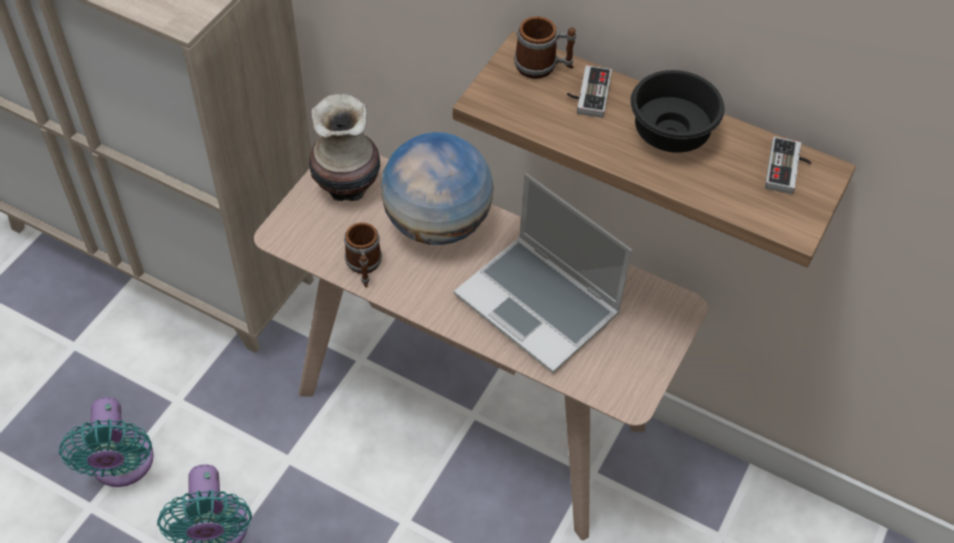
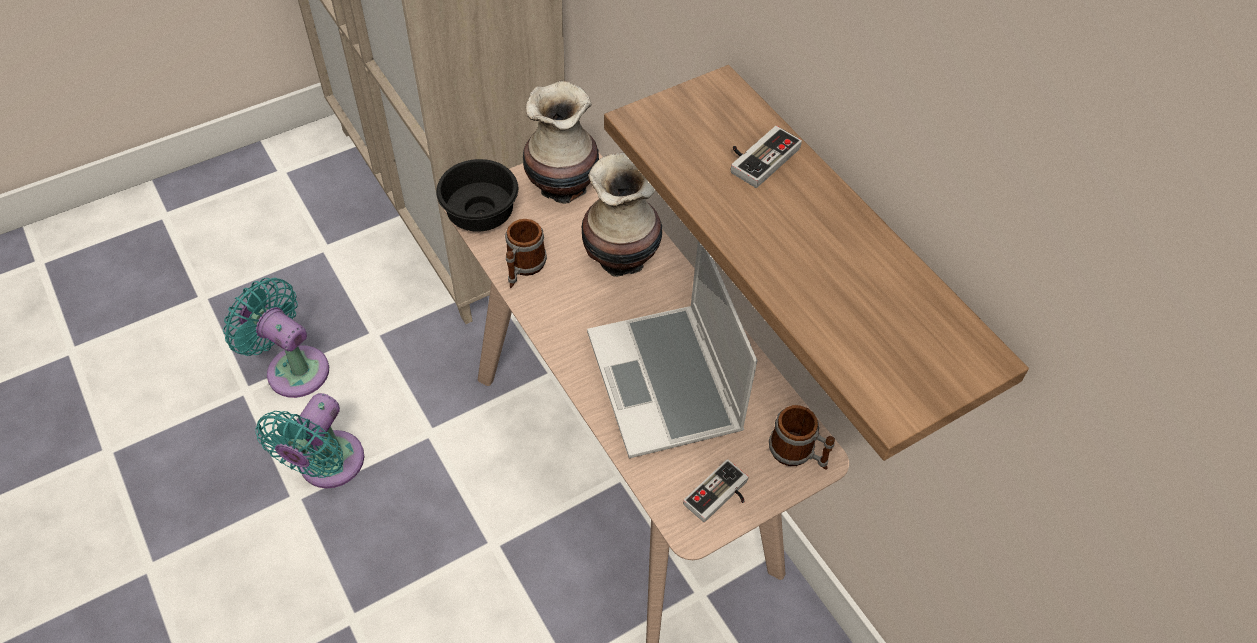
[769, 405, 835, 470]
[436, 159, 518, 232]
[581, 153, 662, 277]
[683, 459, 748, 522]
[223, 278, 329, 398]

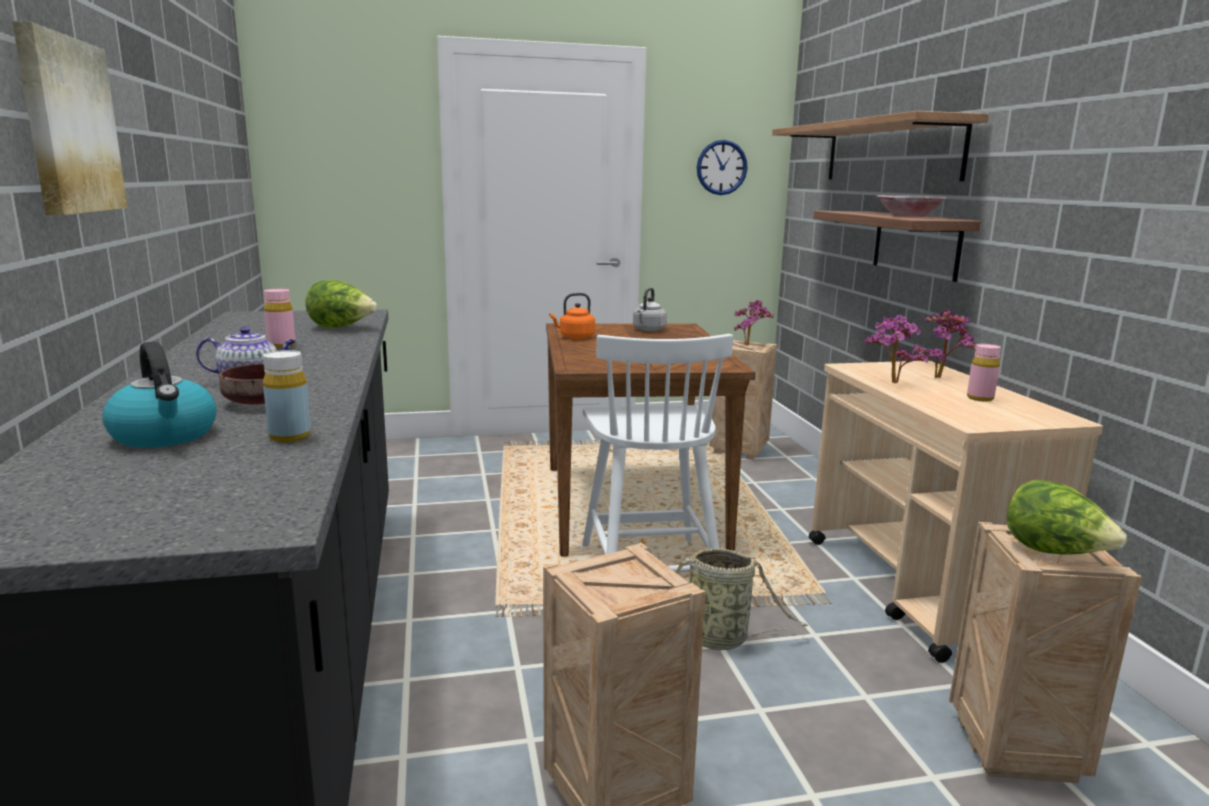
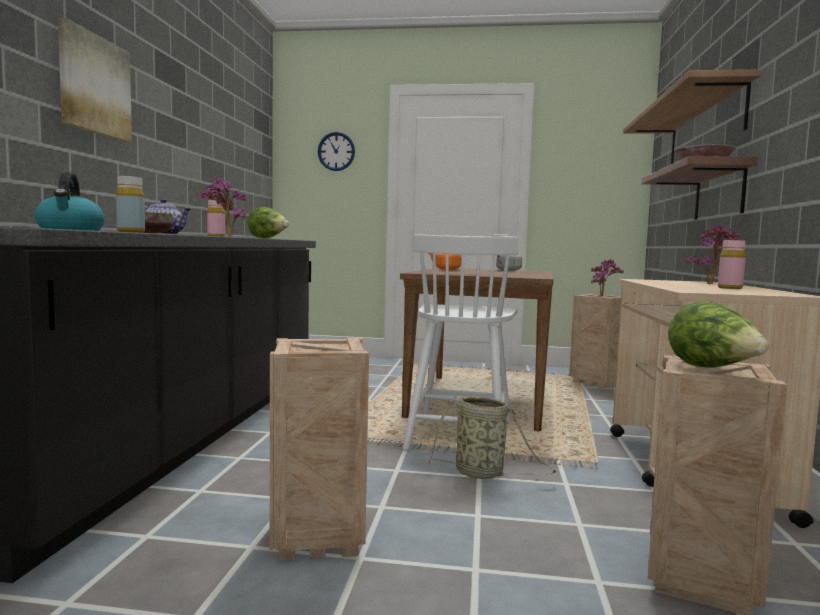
[318, 132, 355, 171]
[198, 178, 247, 237]

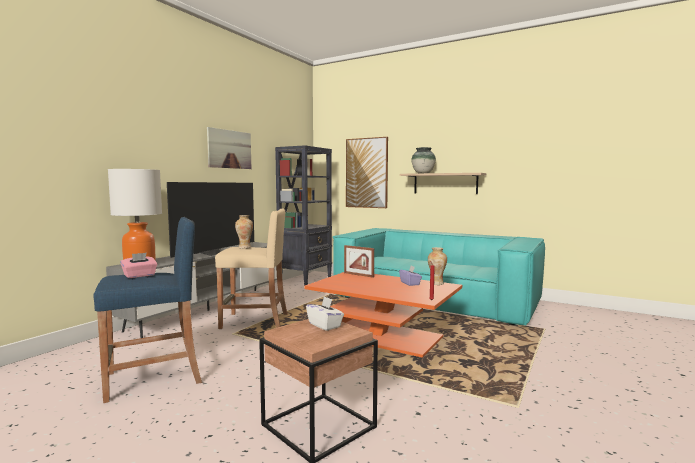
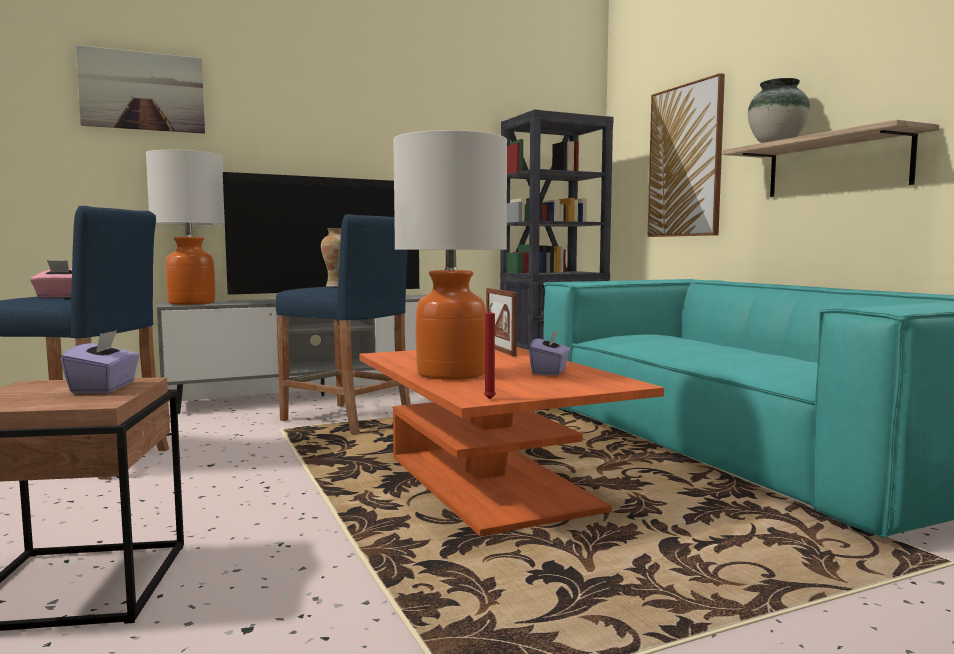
[76, 45, 205, 134]
[276, 214, 411, 435]
[428, 247, 447, 285] (first image)
[60, 330, 140, 393]
[393, 130, 507, 380]

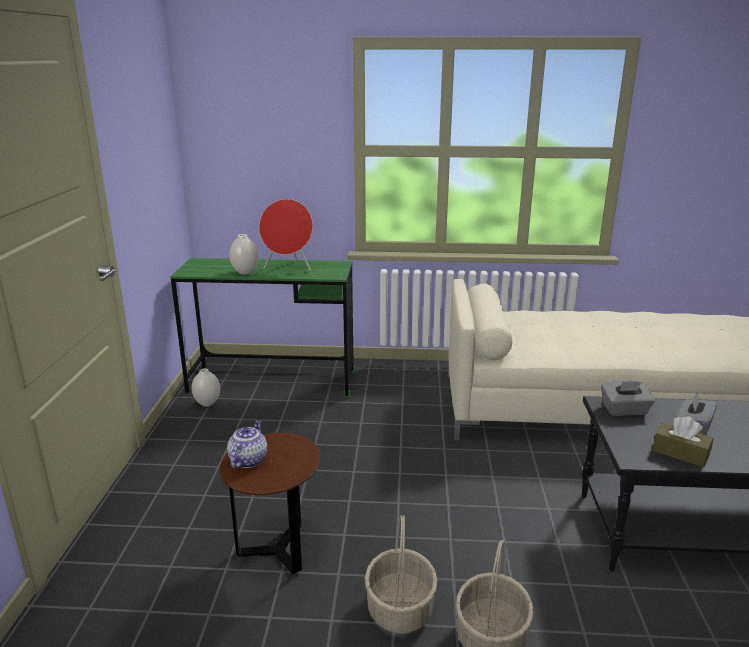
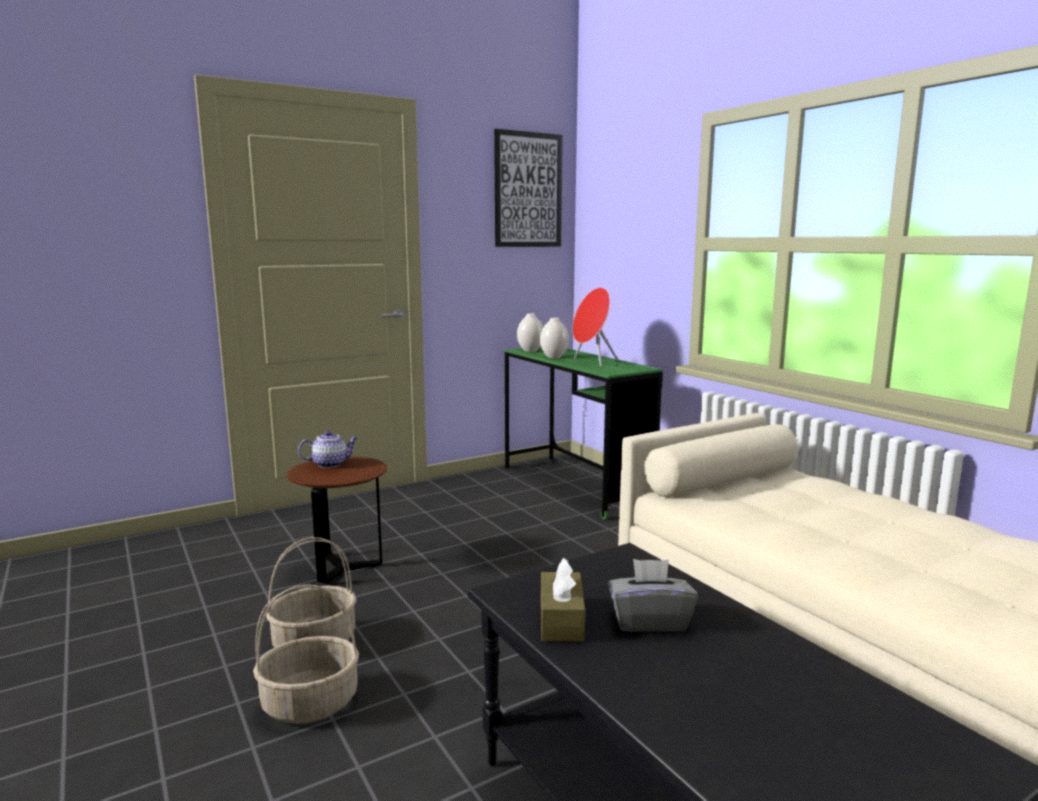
[517, 313, 543, 352]
[601, 380, 655, 416] (first image)
[494, 129, 563, 247]

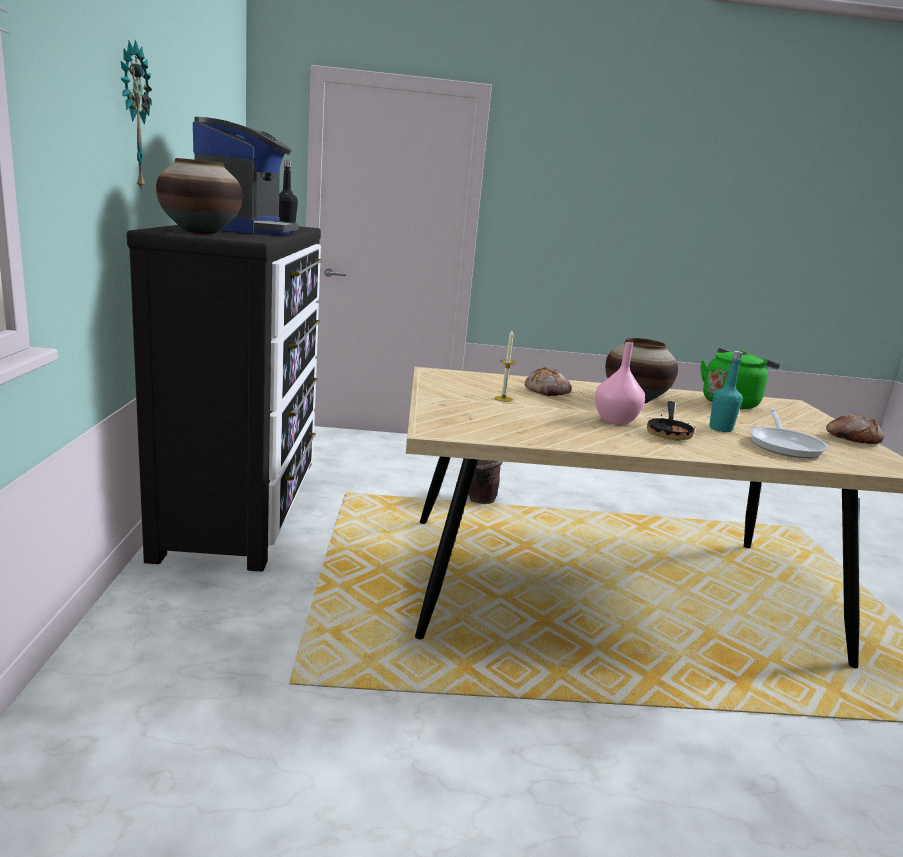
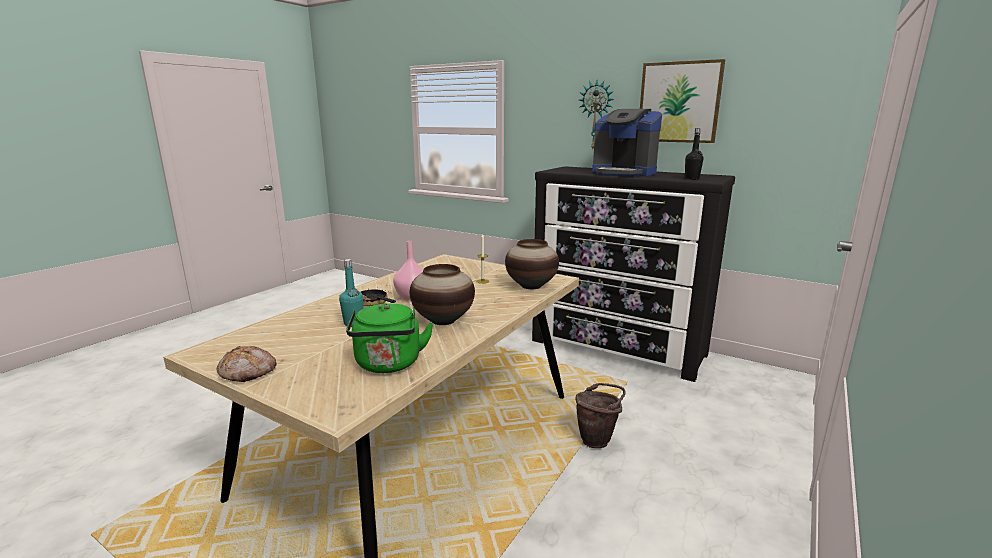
[505, 239, 559, 289]
[525, 367, 572, 396] (first image)
[749, 409, 829, 458] (first image)
[640, 59, 725, 143]

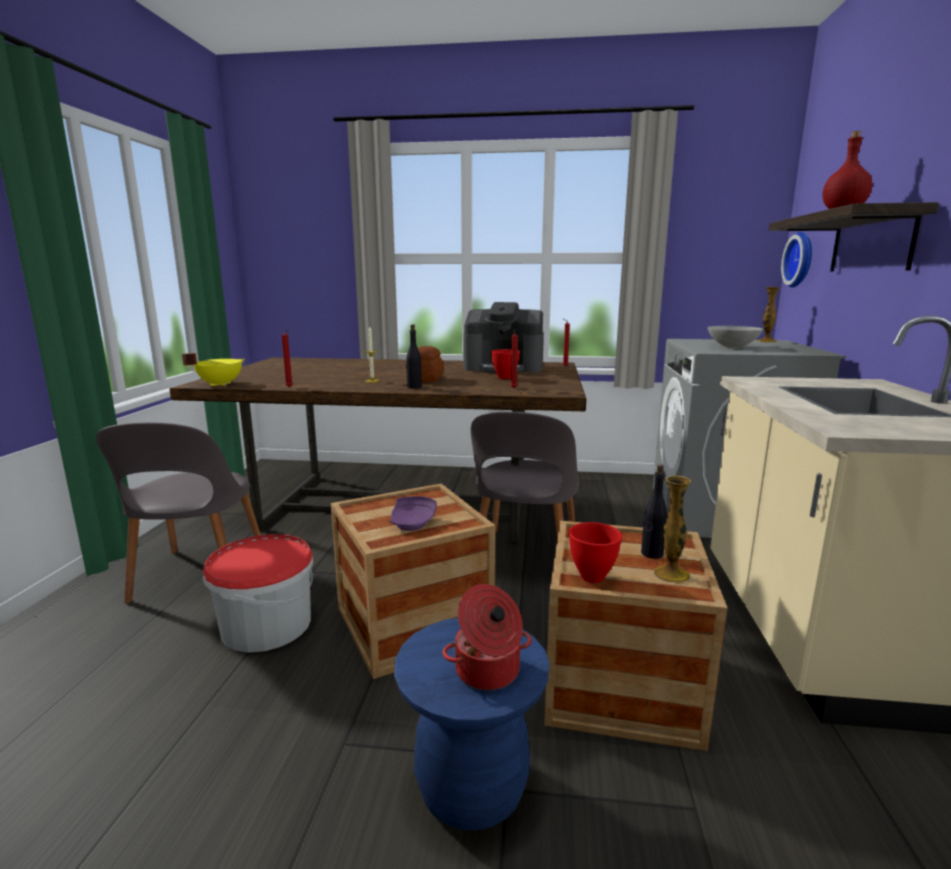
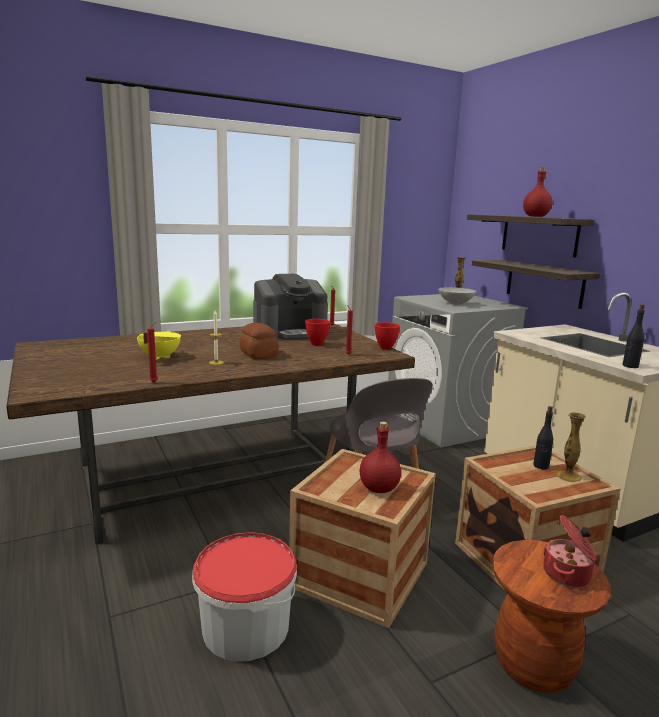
[781, 232, 812, 288] (first image)
[622, 304, 645, 368]
[137, 331, 181, 360]
[96, 422, 261, 604] (first image)
[360, 421, 401, 493]
[375, 322, 400, 350]
[492, 540, 611, 693]
[472, 260, 600, 309]

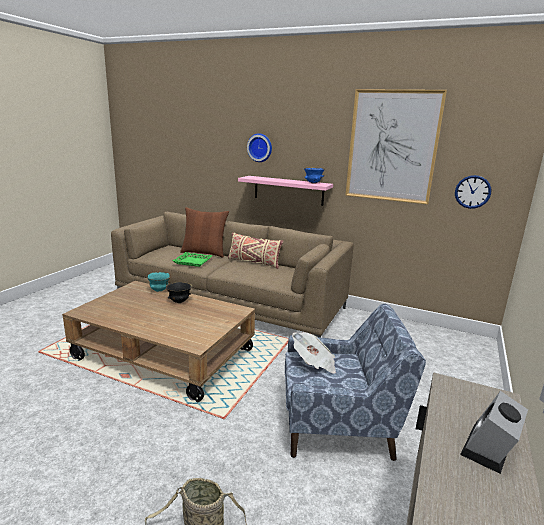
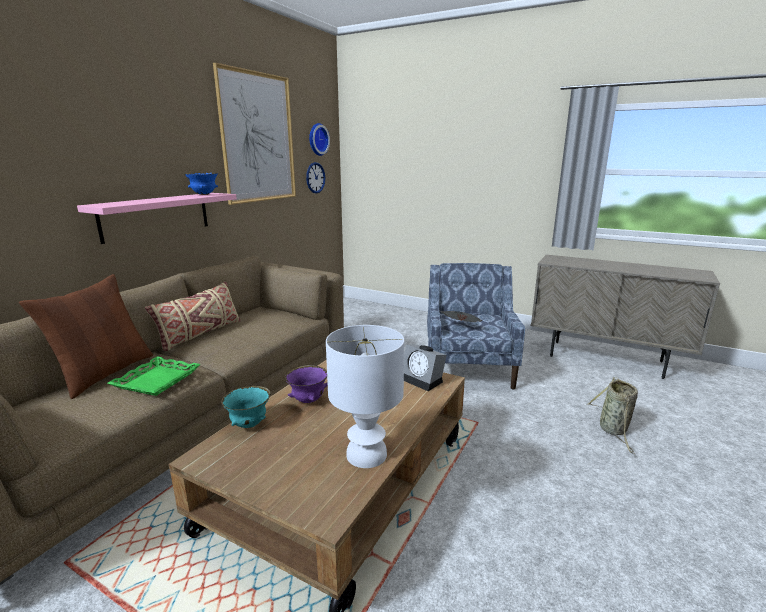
[309, 123, 330, 156]
[285, 365, 328, 403]
[404, 344, 447, 391]
[326, 325, 404, 468]

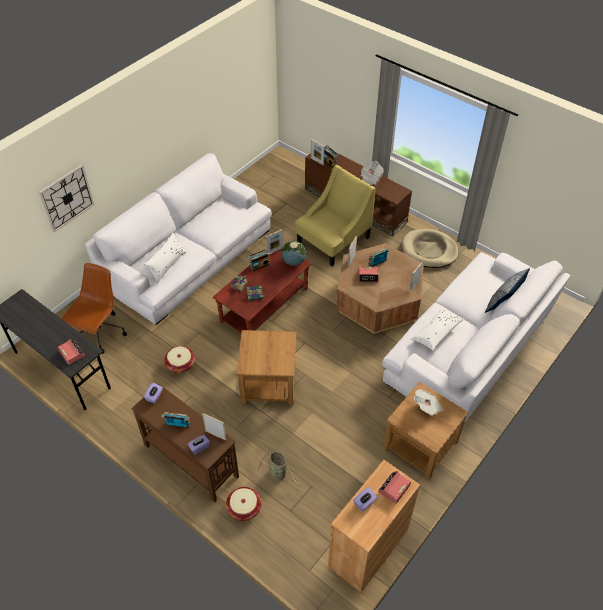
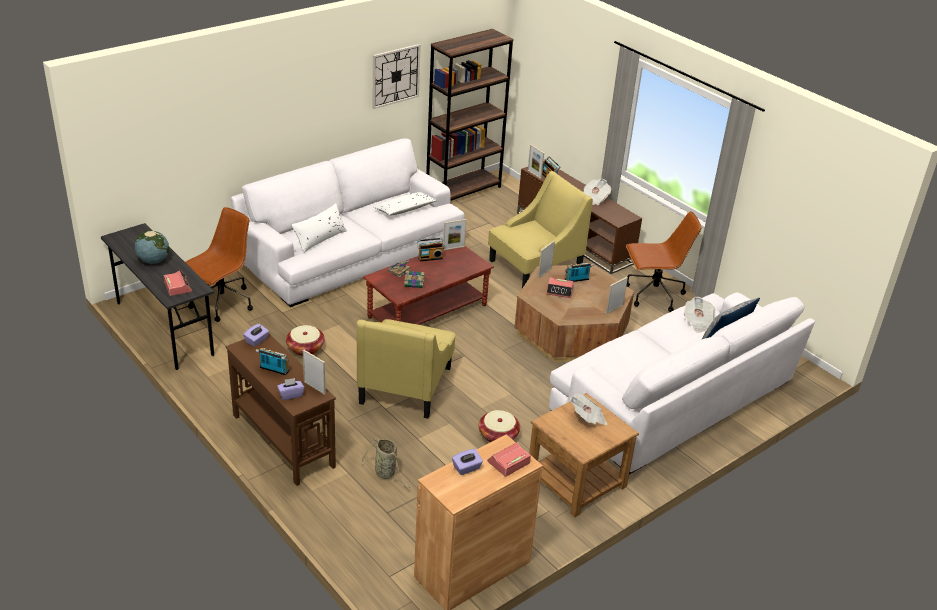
[373, 44, 421, 109]
[626, 211, 701, 312]
[135, 231, 169, 264]
[374, 192, 437, 216]
[357, 319, 455, 419]
[479, 410, 520, 442]
[426, 29, 514, 201]
[684, 297, 715, 333]

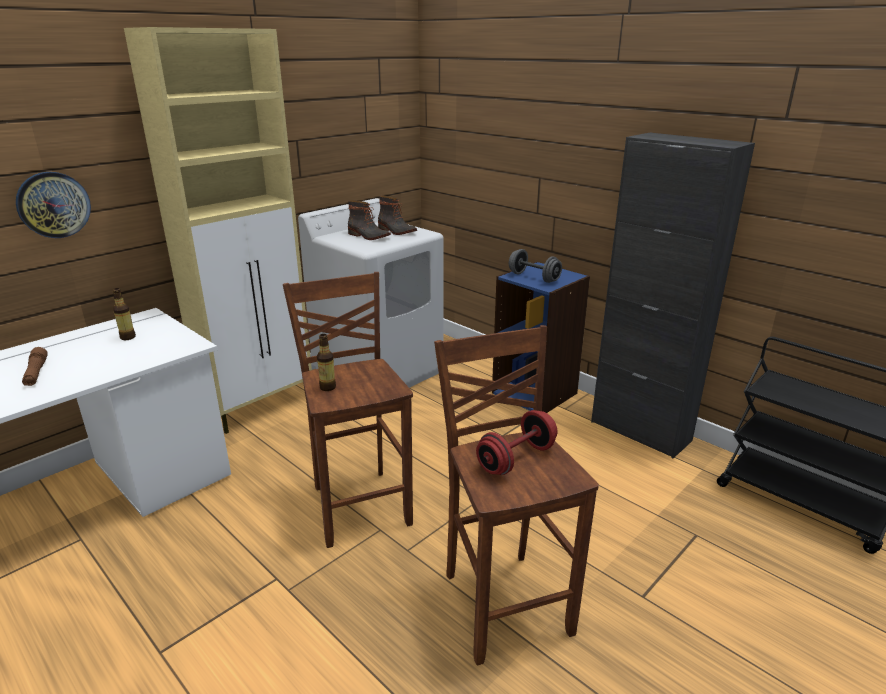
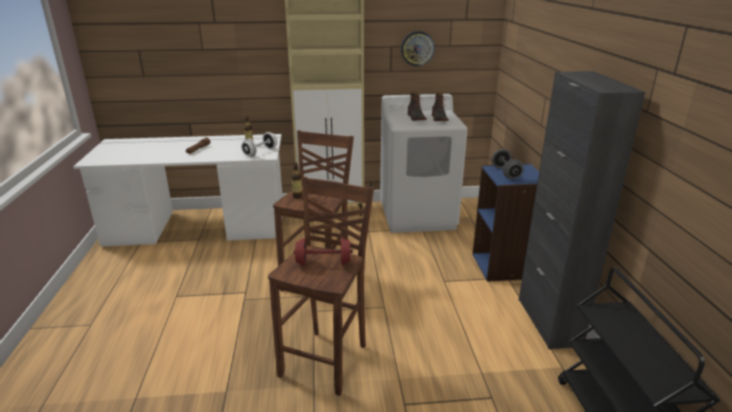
[401, 31, 435, 66]
[241, 132, 278, 157]

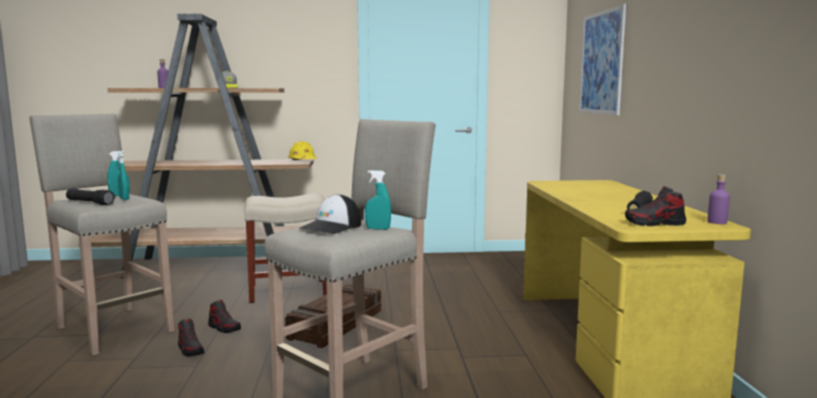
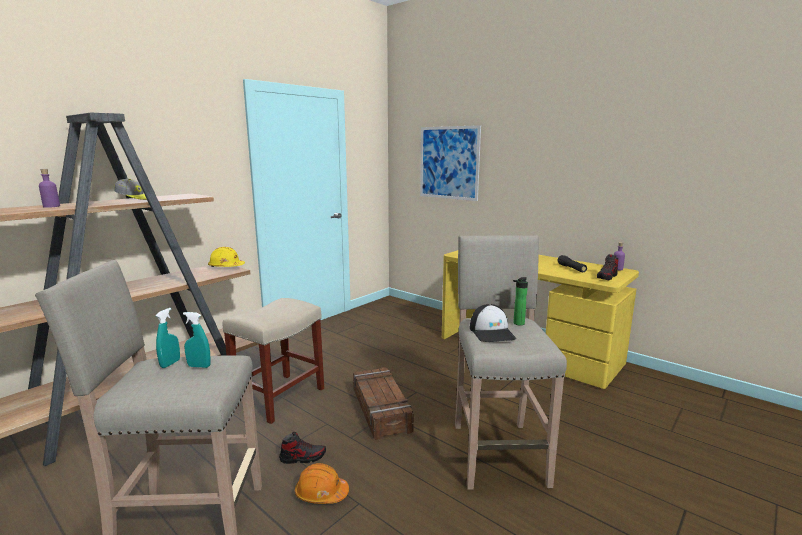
[513, 277, 528, 326]
[66, 189, 115, 205] (first image)
[295, 463, 349, 504]

